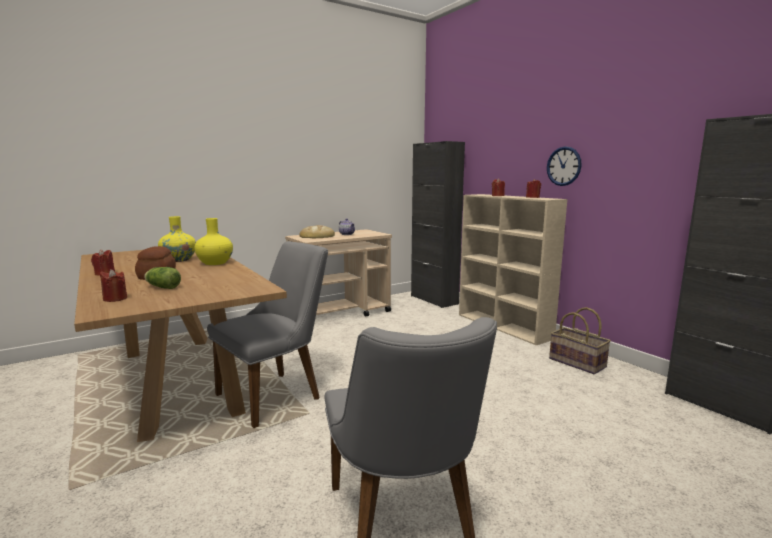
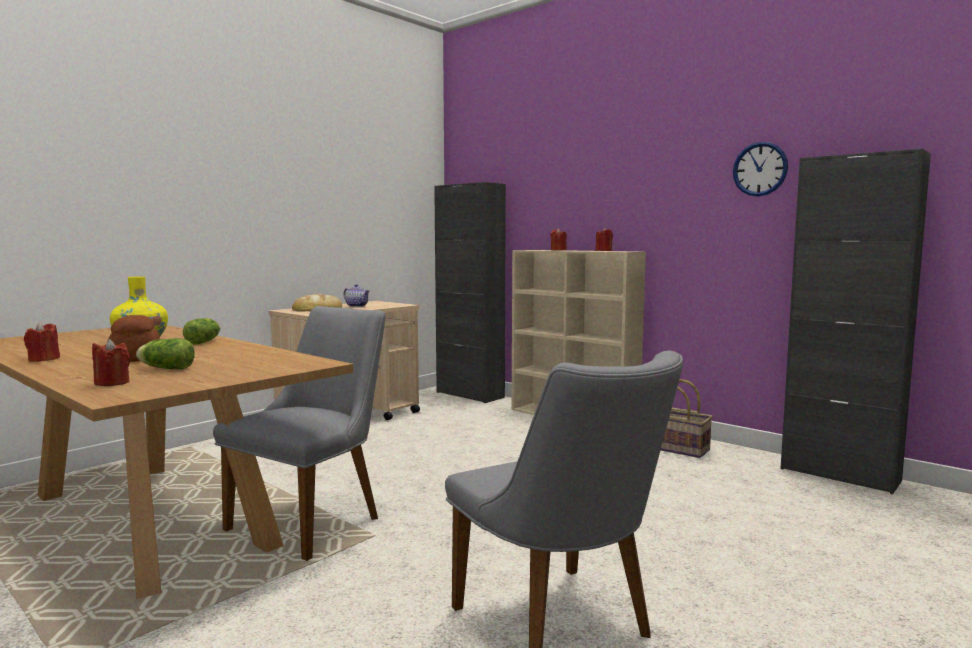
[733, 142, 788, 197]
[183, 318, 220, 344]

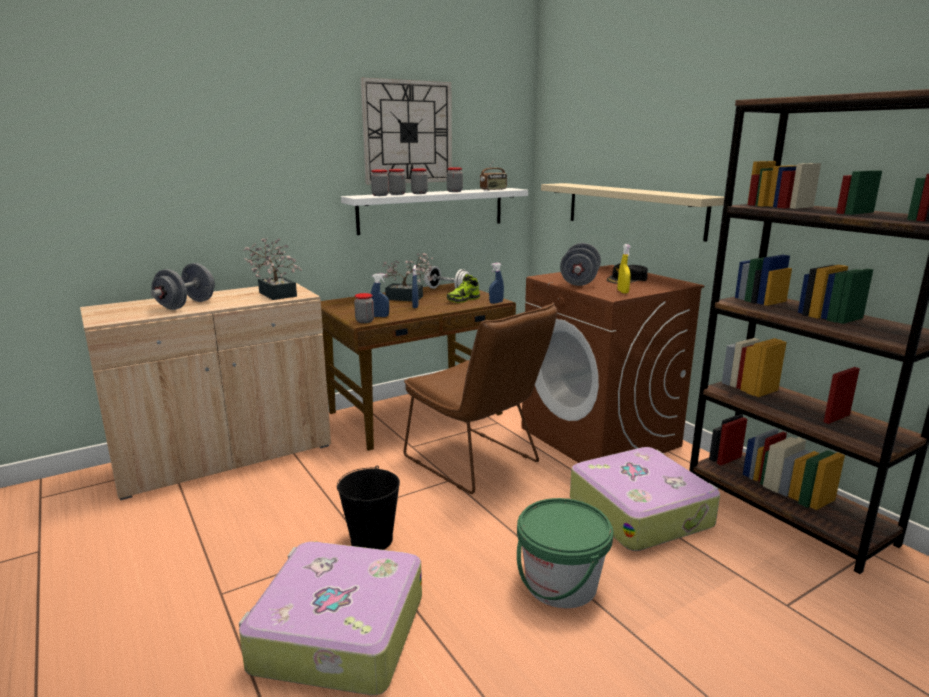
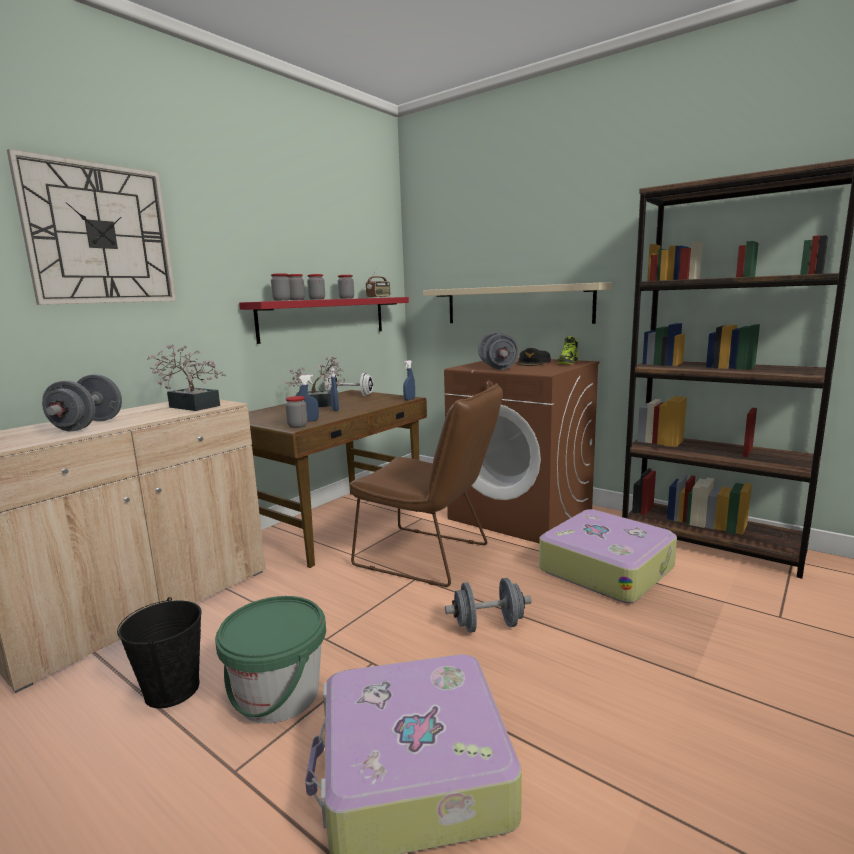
[7, 149, 176, 305]
[239, 297, 409, 344]
[618, 244, 631, 294] (first image)
[557, 336, 578, 364]
[117, 597, 202, 708]
[215, 596, 326, 723]
[445, 578, 532, 633]

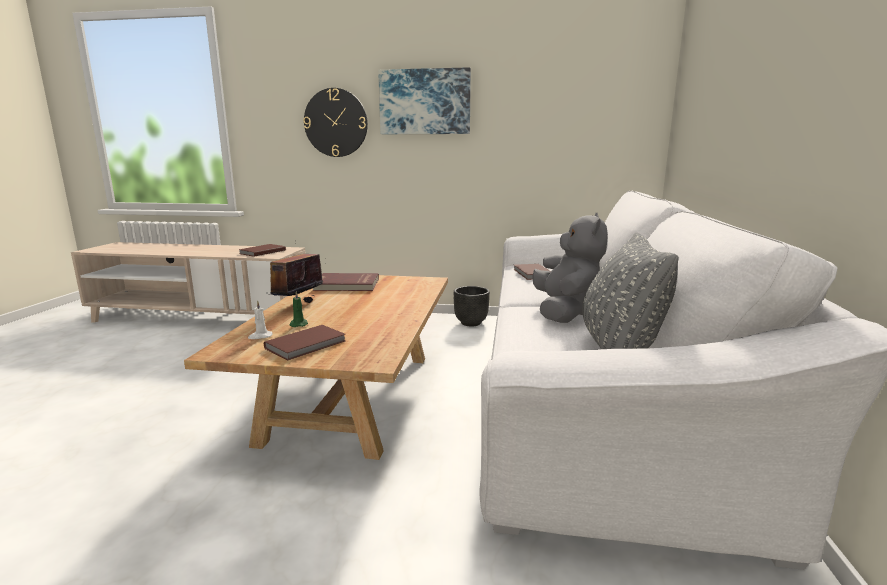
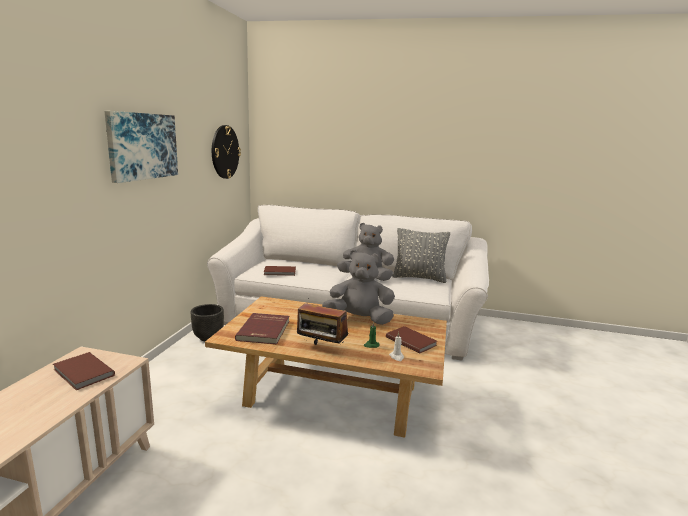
[212, 125, 241, 179]
[322, 250, 395, 325]

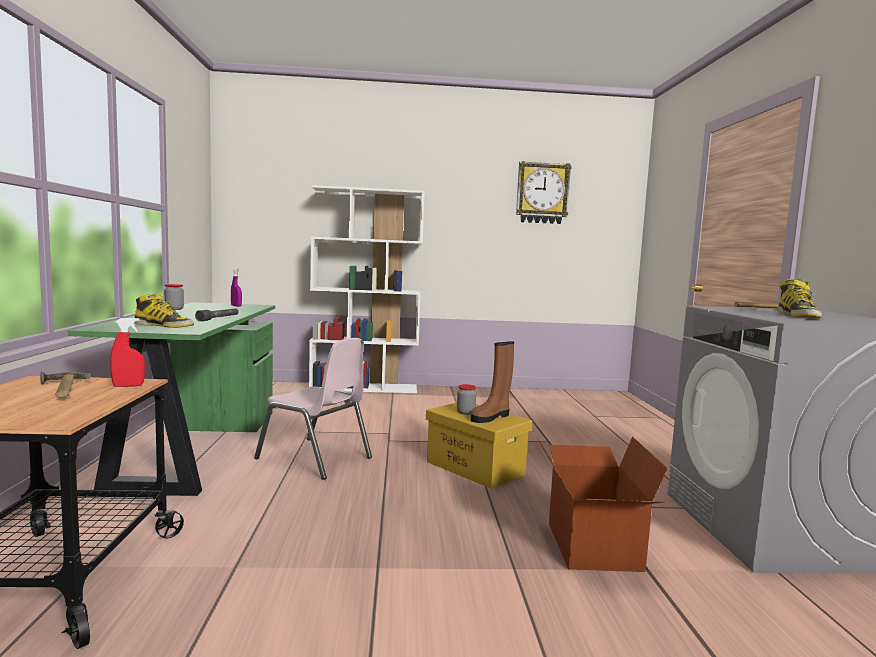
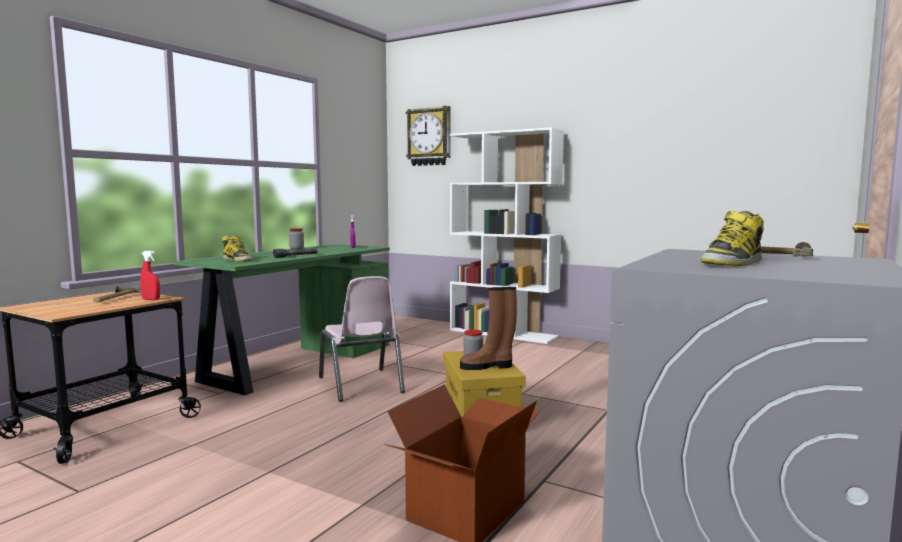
[406, 106, 451, 166]

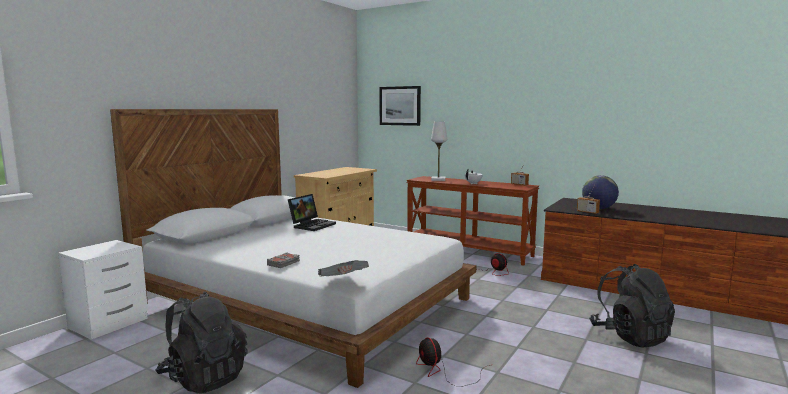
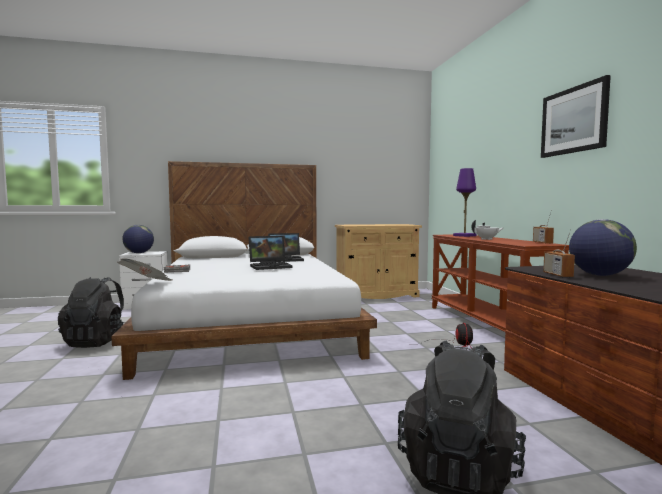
[541, 75, 611, 158]
[453, 168, 477, 237]
[416, 337, 490, 387] (first image)
[122, 225, 154, 253]
[248, 236, 293, 270]

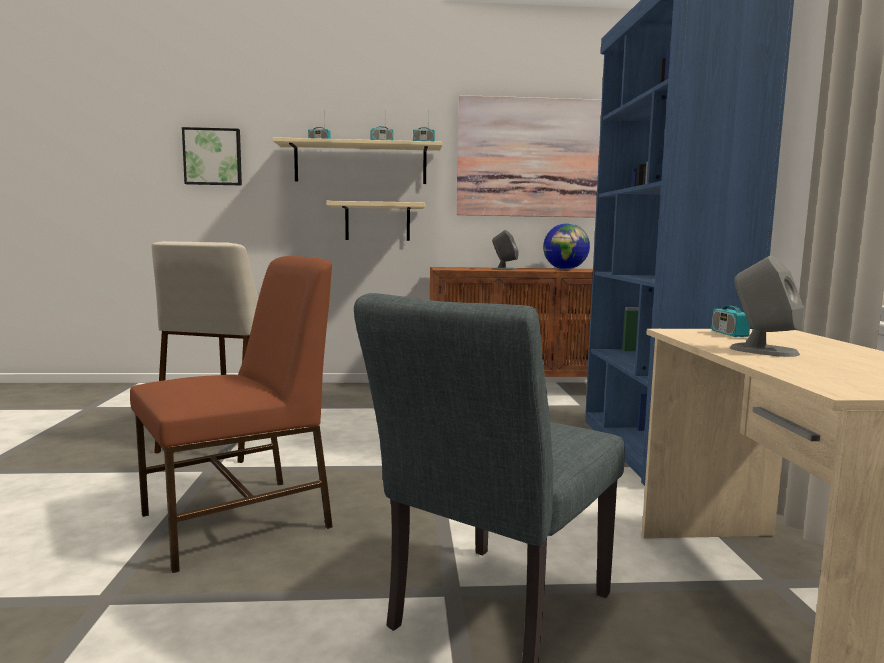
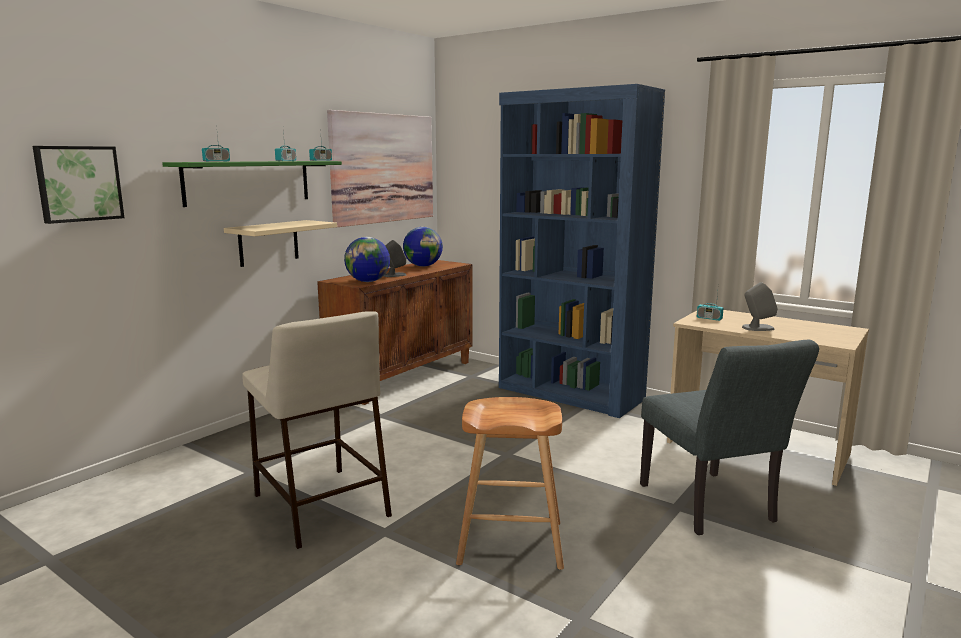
[162, 161, 342, 207]
[456, 397, 564, 570]
[344, 237, 390, 282]

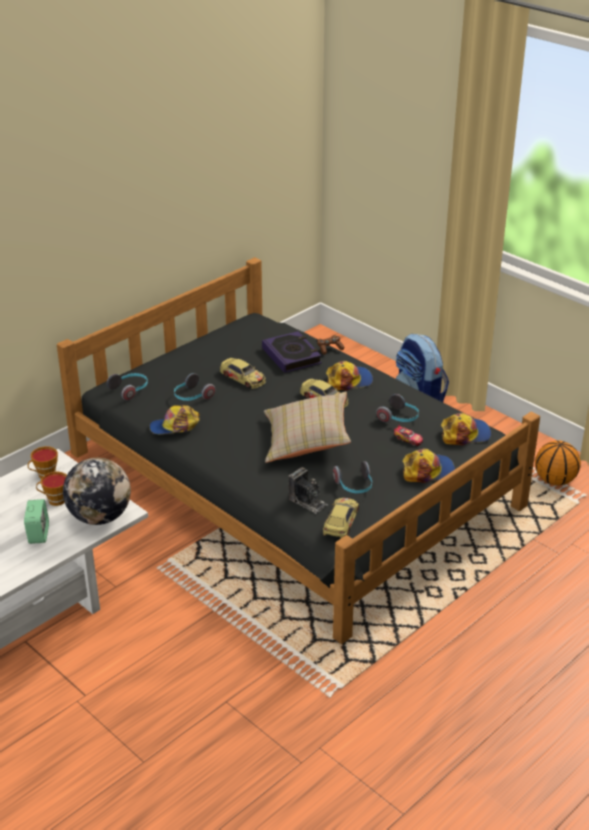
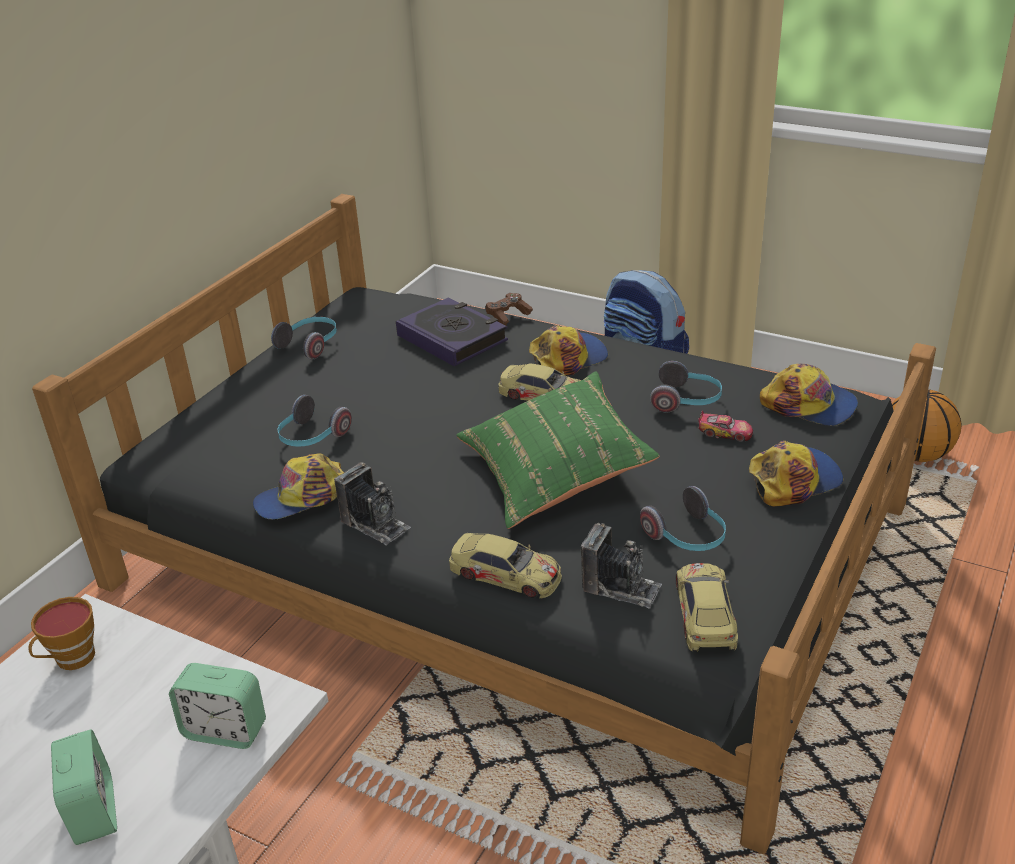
[449, 533, 562, 598]
[271, 317, 337, 359]
[457, 371, 660, 529]
[760, 364, 858, 426]
[169, 663, 266, 749]
[36, 472, 67, 506] (first image)
[334, 462, 411, 546]

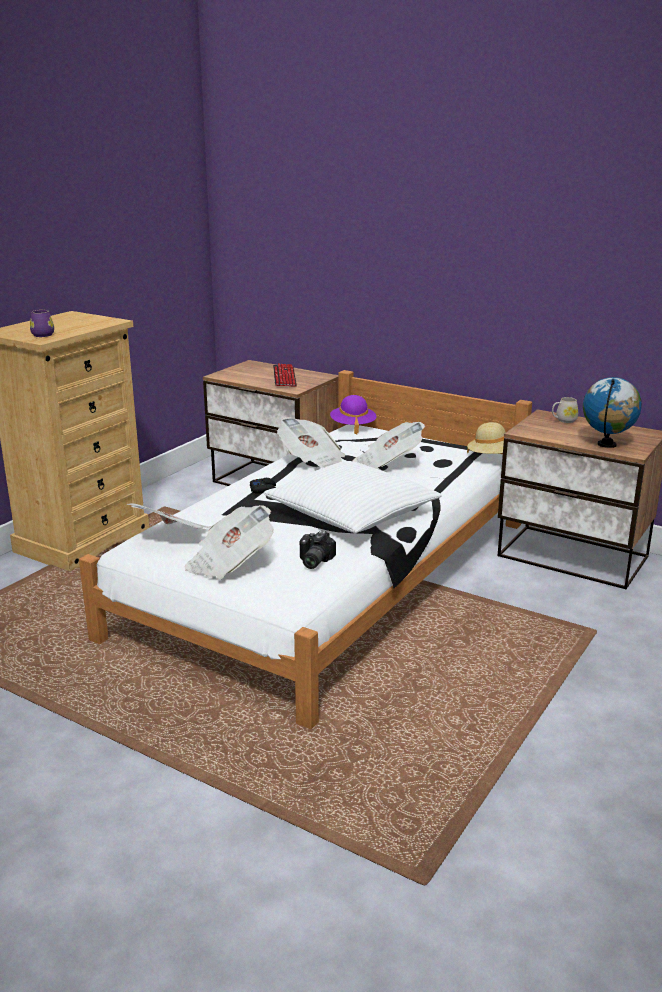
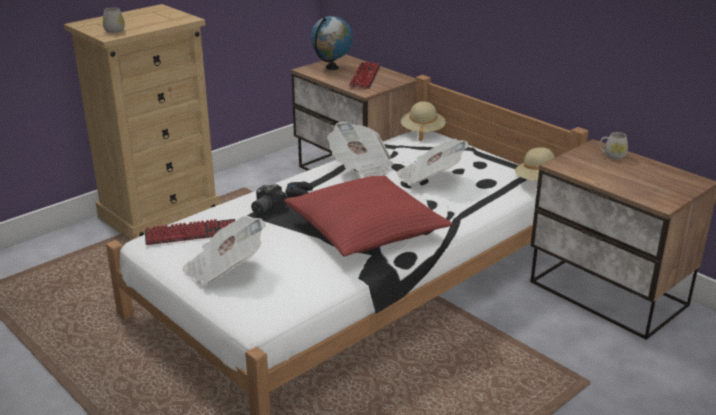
[103, 7, 125, 33]
[311, 16, 353, 70]
[401, 101, 446, 141]
[284, 175, 452, 256]
[145, 219, 235, 245]
[251, 184, 287, 214]

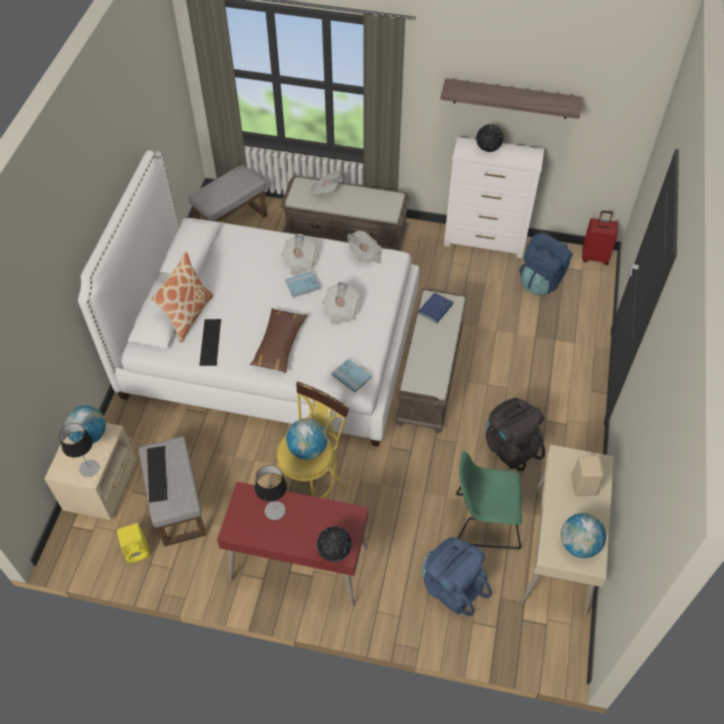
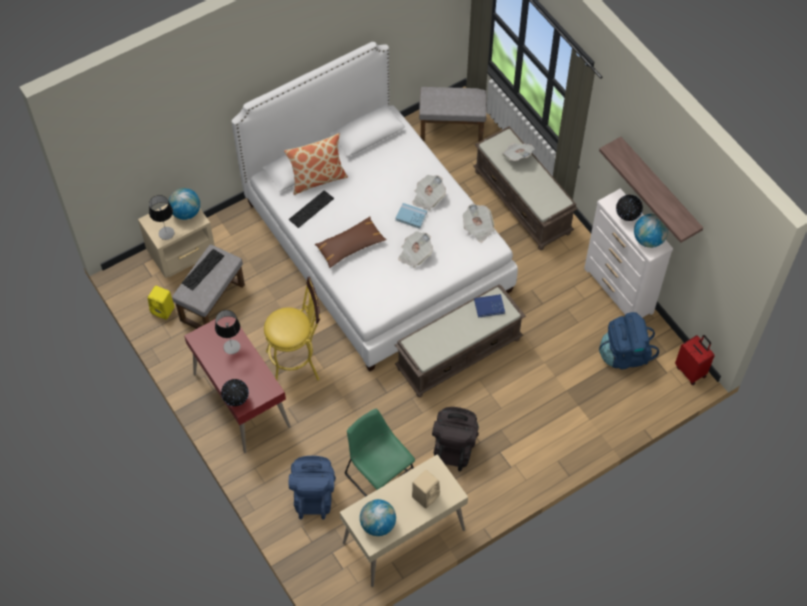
[332, 359, 371, 393] (first image)
[634, 214, 668, 248]

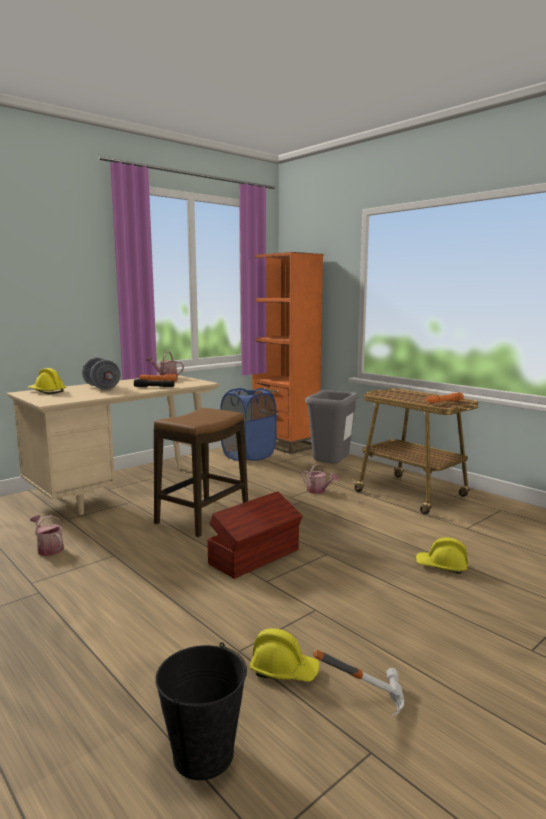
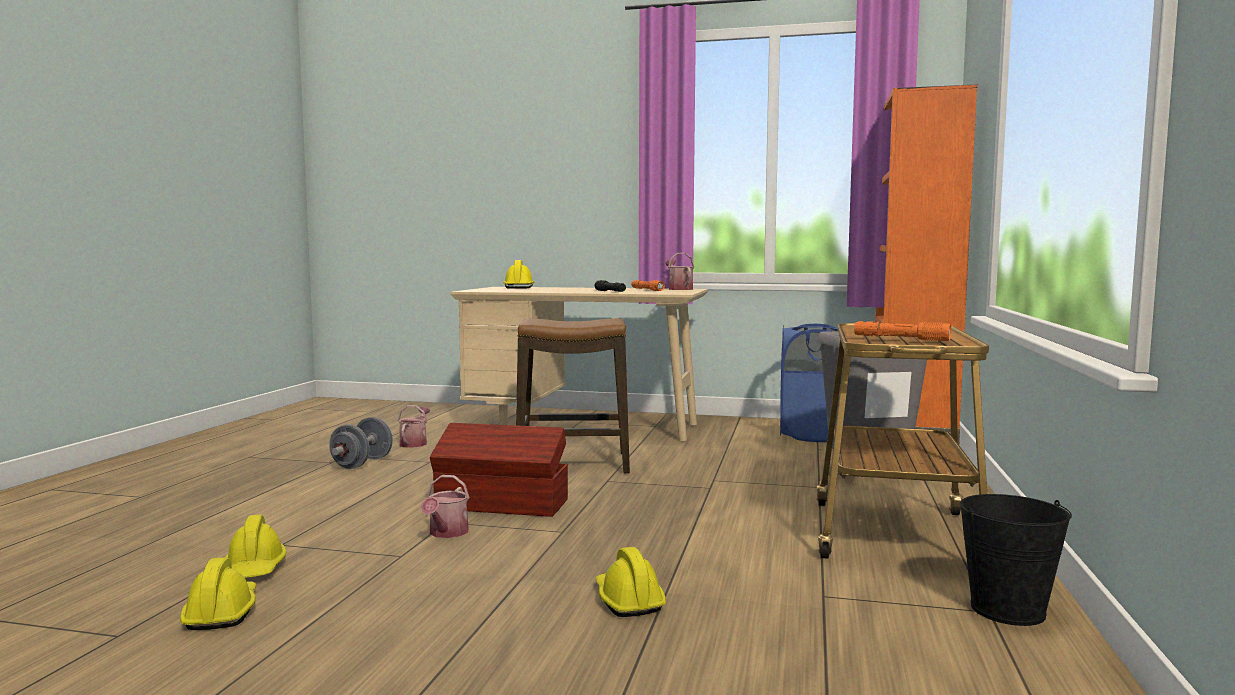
[329, 417, 393, 469]
[421, 475, 470, 538]
[960, 494, 1072, 626]
[180, 557, 256, 630]

